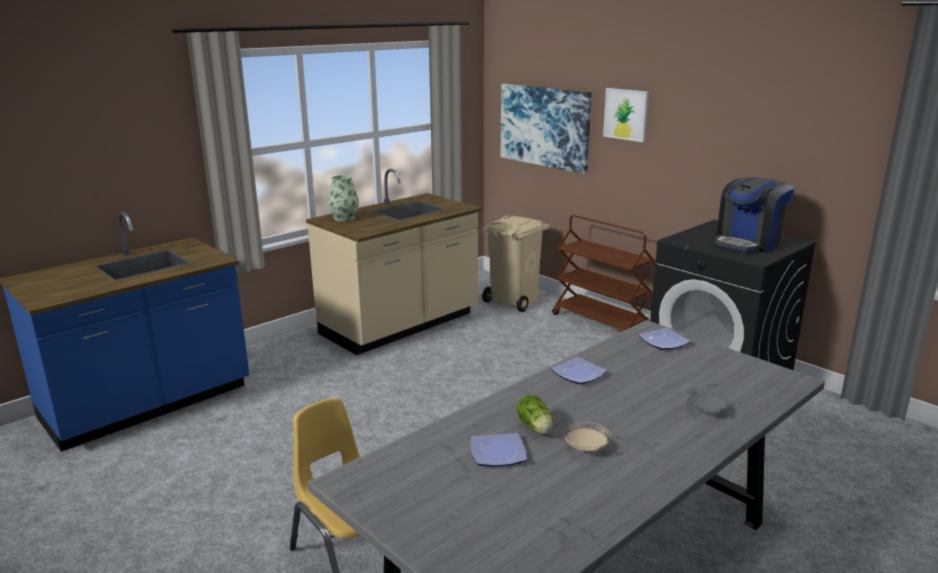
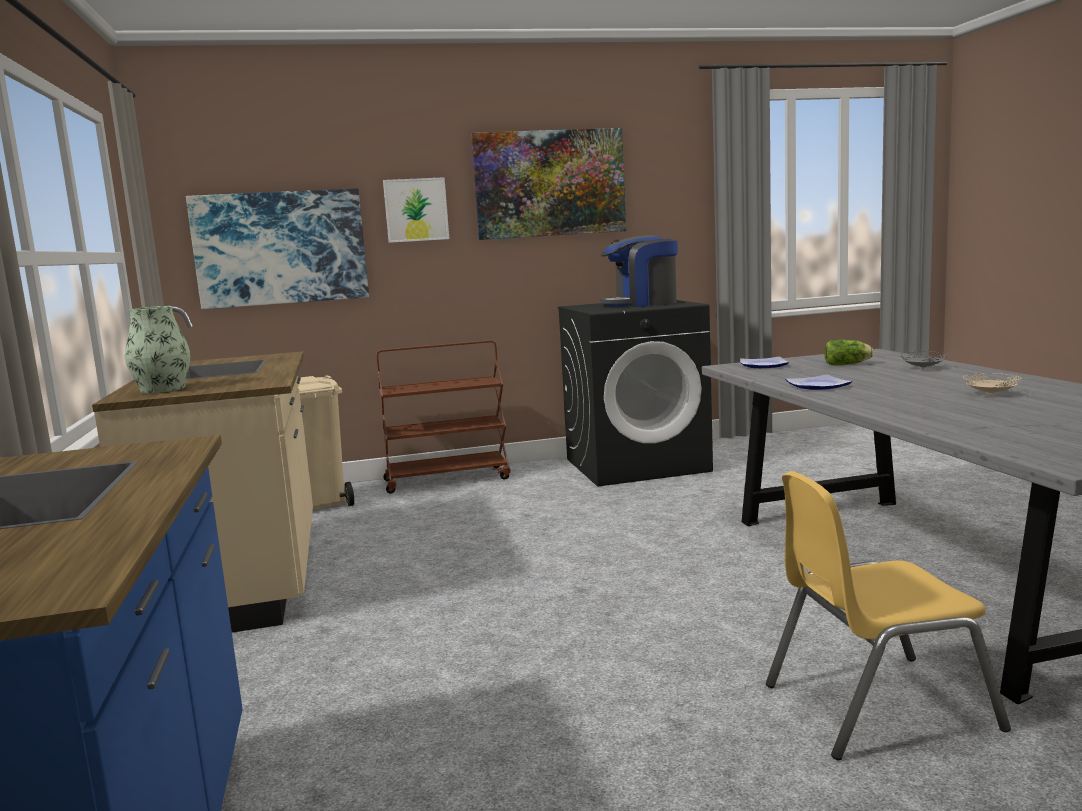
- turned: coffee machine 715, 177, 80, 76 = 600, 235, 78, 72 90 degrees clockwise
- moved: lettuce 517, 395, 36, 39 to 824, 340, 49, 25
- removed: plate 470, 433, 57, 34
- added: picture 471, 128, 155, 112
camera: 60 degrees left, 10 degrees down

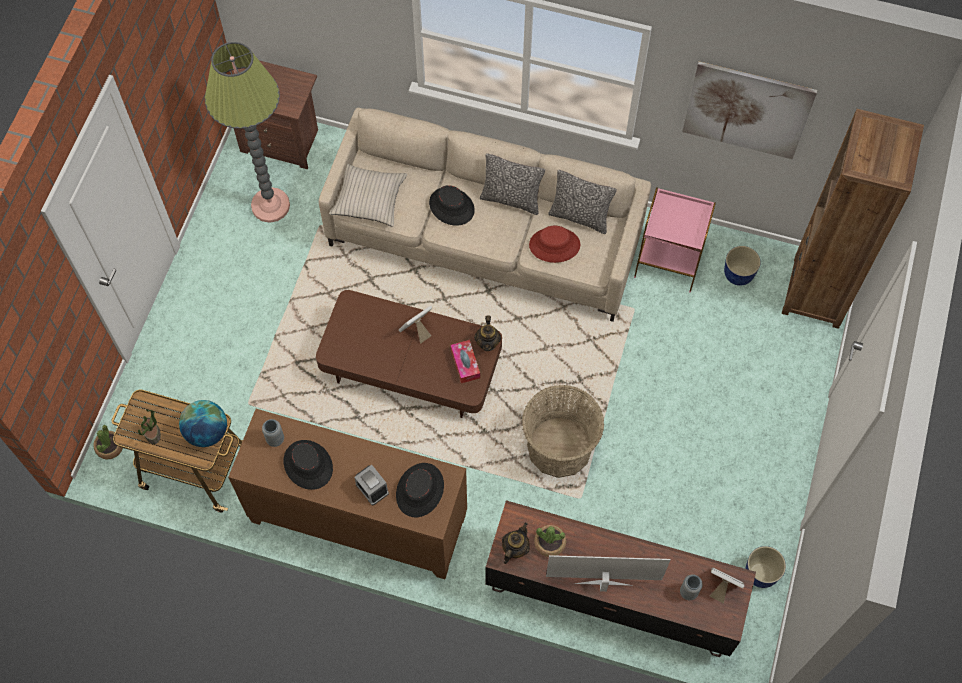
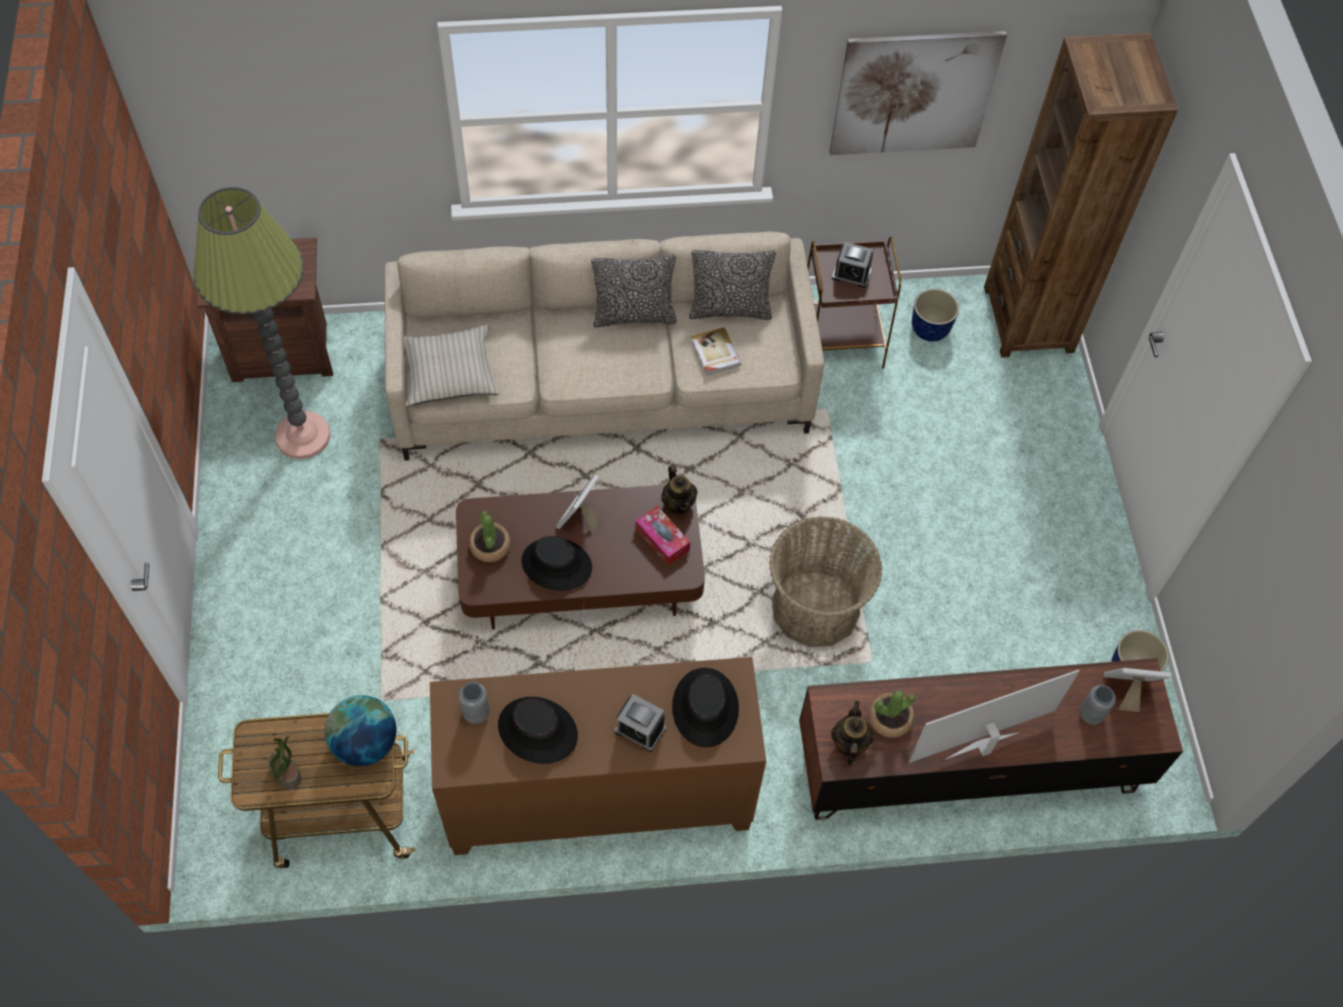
- moved: hat (black) 429, 185, 46, 41 to 521, 536, 71, 55
- recoloured: side table (pink) 634, 187, 82, 105 to side table (brown) 807, 237, 94, 132
- replaced: hat (red) 529, 226, 51, 37 to book 691, 327, 50, 48
- moved: potted plant 93, 425, 30, 35 to 469, 511, 41, 51
- added: alarm clock 832, 242, 41, 46
camera: 25 degrees left, 5 degrees down

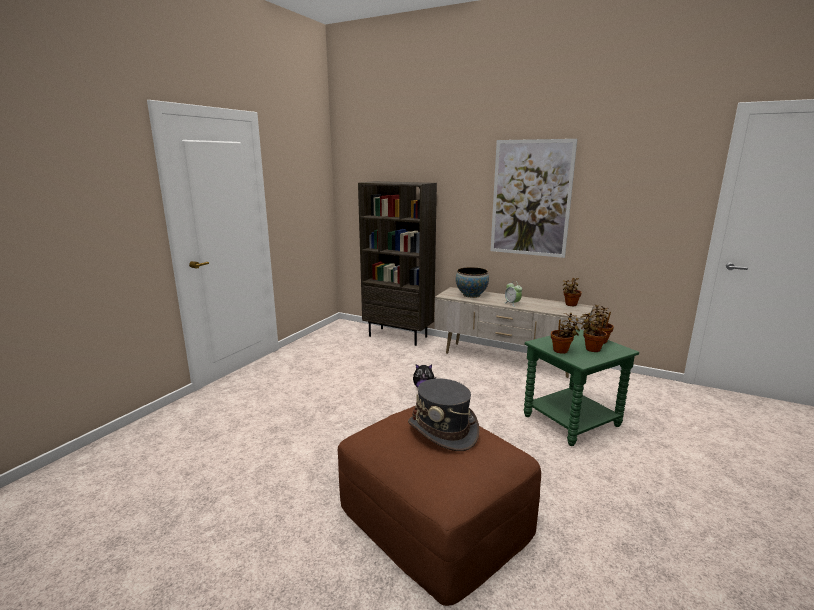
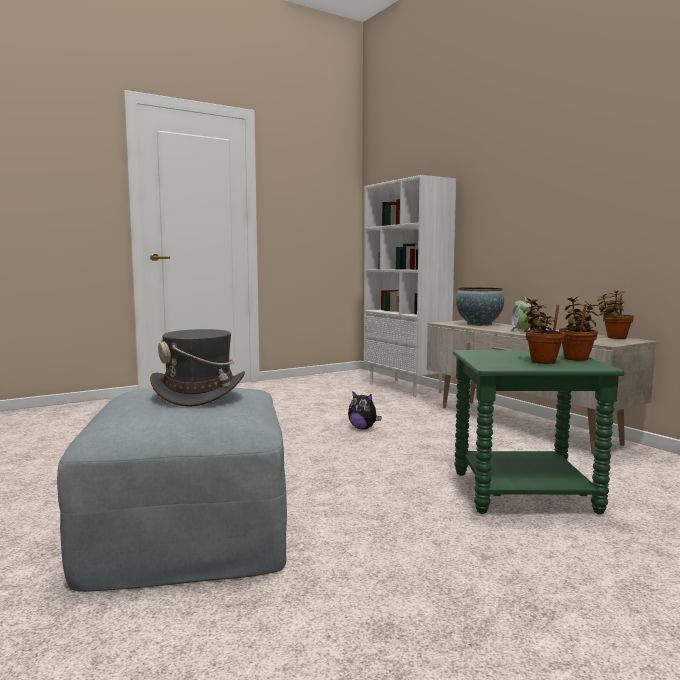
- removed: picture 491, 139, 86, 119
- recoloured: bookcase (brown) 358, 181, 79, 165 to bookcase (white) 364, 175, 92, 222
- removed: potted plant 551, 313, 32, 41
- recoloured: ottoman (brown) 338, 406, 203, 200 to ottoman (grey) 57, 387, 230, 205
camera: 30 degrees right, 10 degrees down

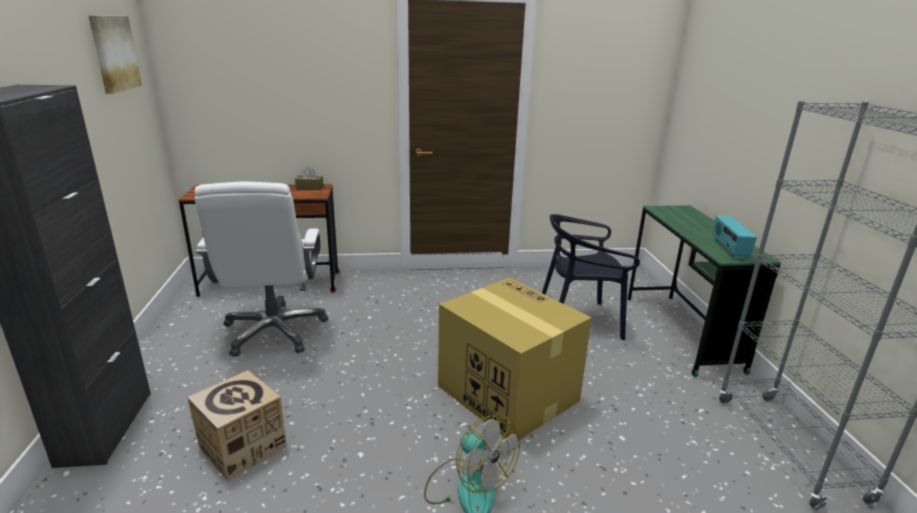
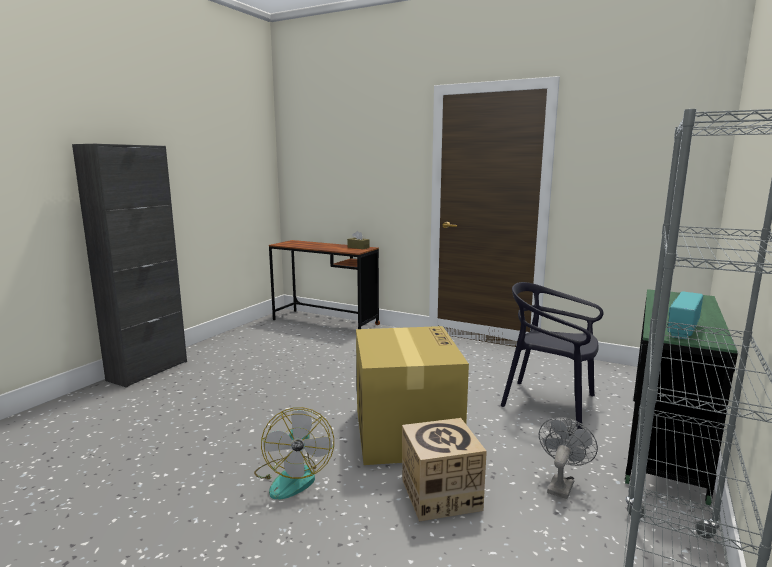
- removed: picture 89, 16, 53, 78
- removed: office chair (white) 195, 182, 133, 175
- moved: cardboard box 187, 370, 100, 111 to 402, 418, 85, 104
- added: fan (grey) 539, 417, 59, 82
camera: 35 degrees right, 10 degrees down

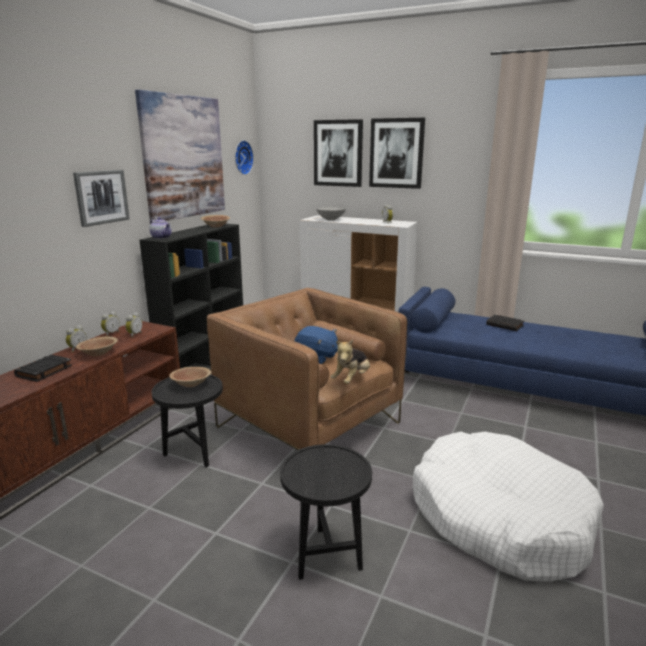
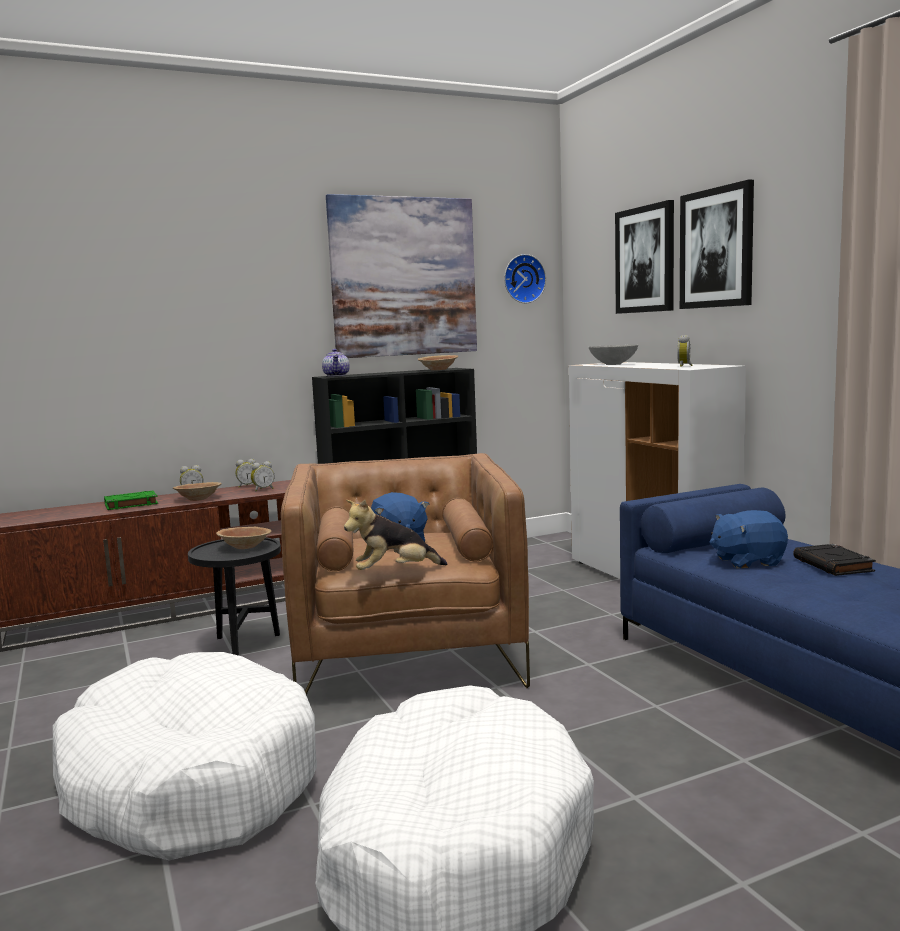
- removed: picture 73, 170, 57, 57
- recoloured: book (black) 14, 355, 58, 27 to book (green) 104, 491, 54, 19
- replaced: side table (black) 280, 444, 92, 136 to dog bed (white) 53, 652, 264, 209
- added: plush toy (blue) 710, 510, 78, 58
camera: 40 degrees right, 10 degrees down

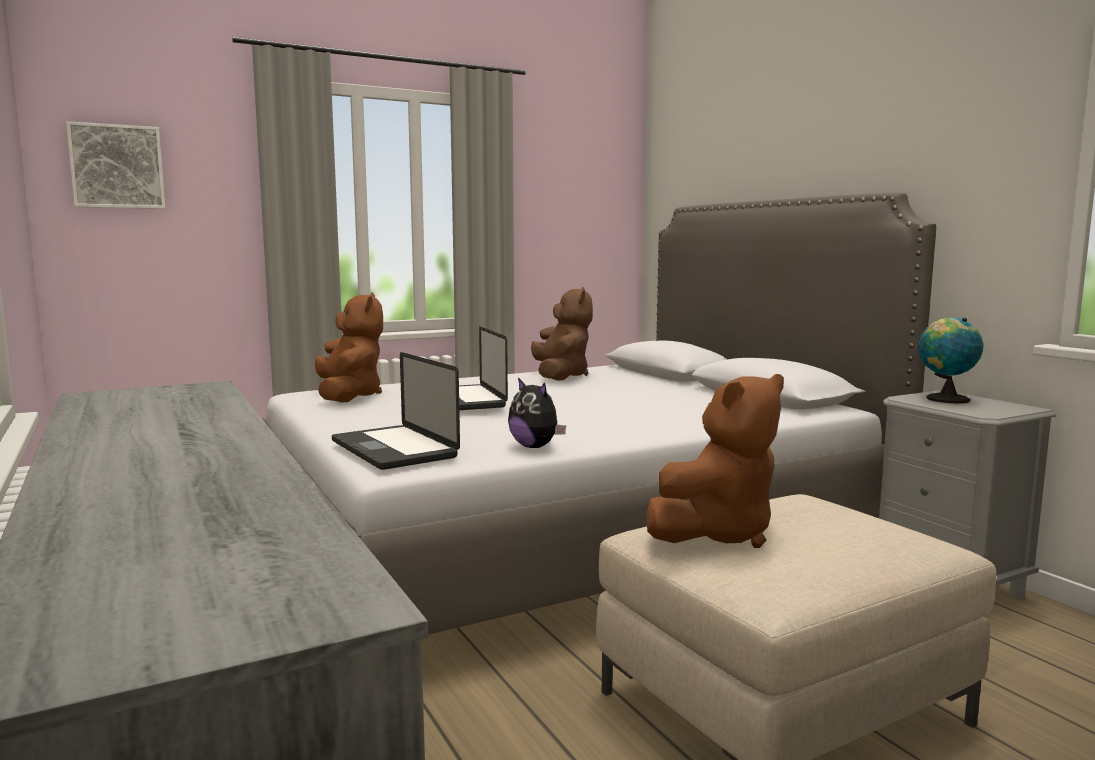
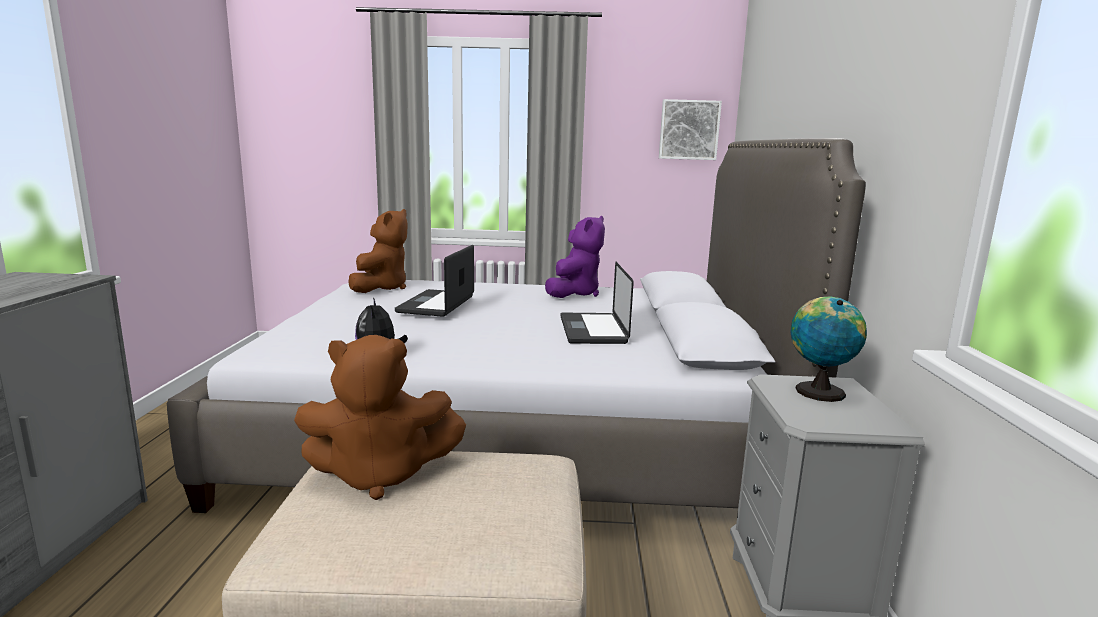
- moved: picture 66, 121, 99, 88 to 659, 99, 63, 61
- recoloured: plush toy (brown) 531, 287, 62, 94 to plush toy (purple) 545, 216, 60, 82
- moved: laptop 332, 352, 128, 118 to 560, 262, 74, 82
camera: 30 degrees right, 5 degrees up

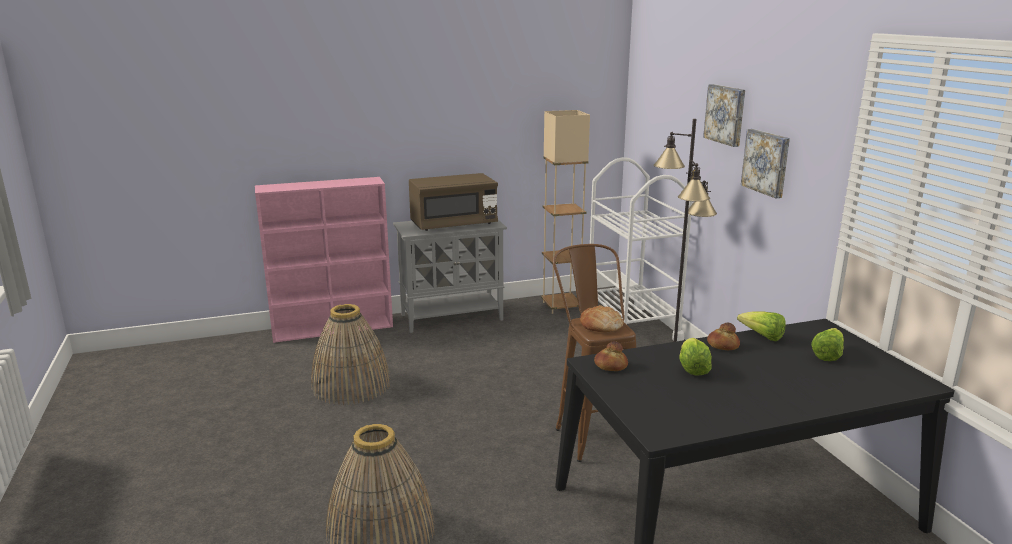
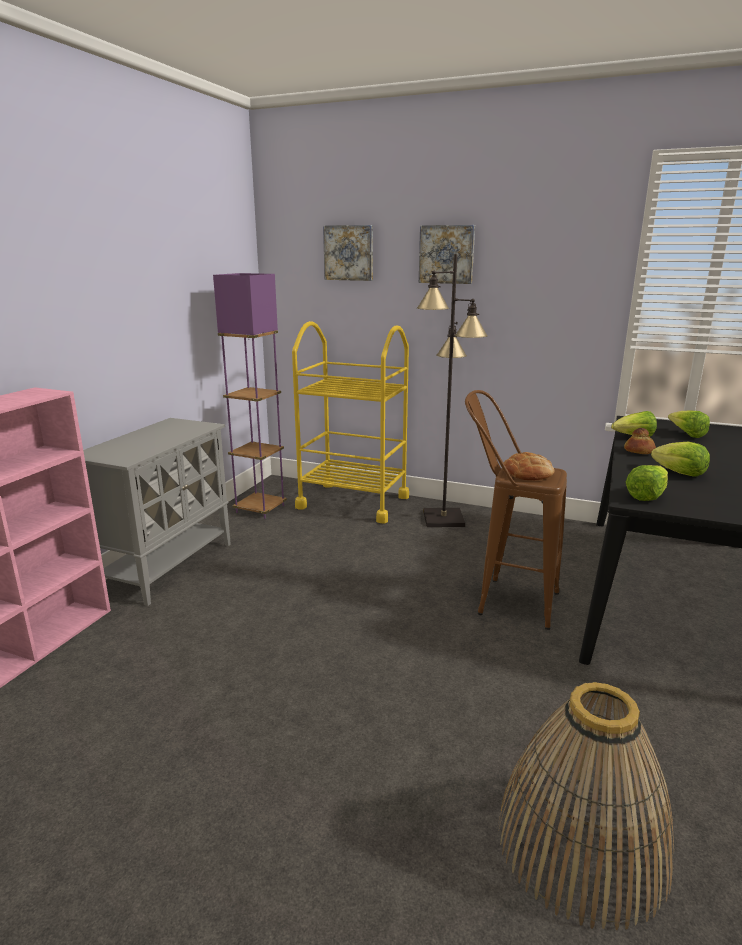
- recoloured: floor lamp (beige) 541, 110, 49, 204 to floor lamp (purple) 213, 273, 74, 246
- moved: picture 741, 129, 49, 69 to 323, 225, 50, 56
- recoloured: cart (white) 590, 157, 103, 193 to cart (yellow) 292, 321, 117, 202
- removed: microwave (brown) 409, 173, 89, 58
- removed: basket 311, 304, 79, 101
- replaced: bread 594, 341, 34, 30 to lettuce 626, 465, 42, 36
camera: 50 degrees left, 0 degrees up

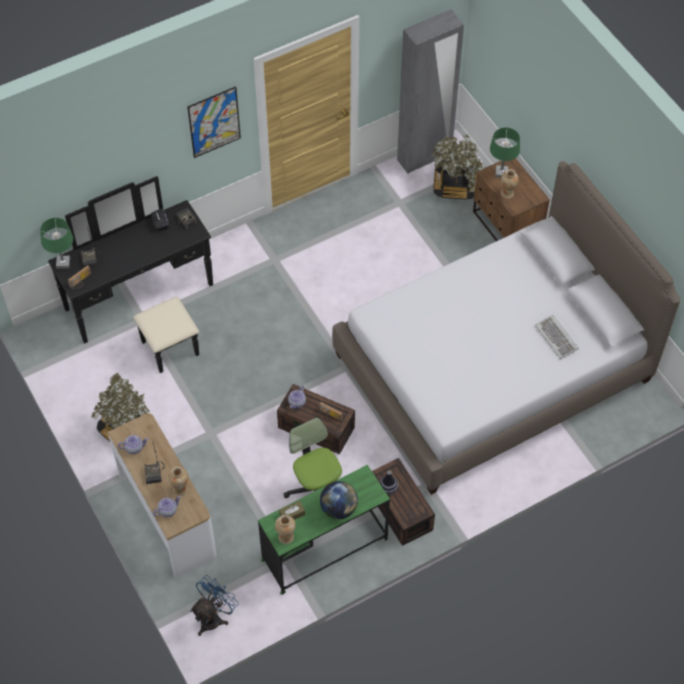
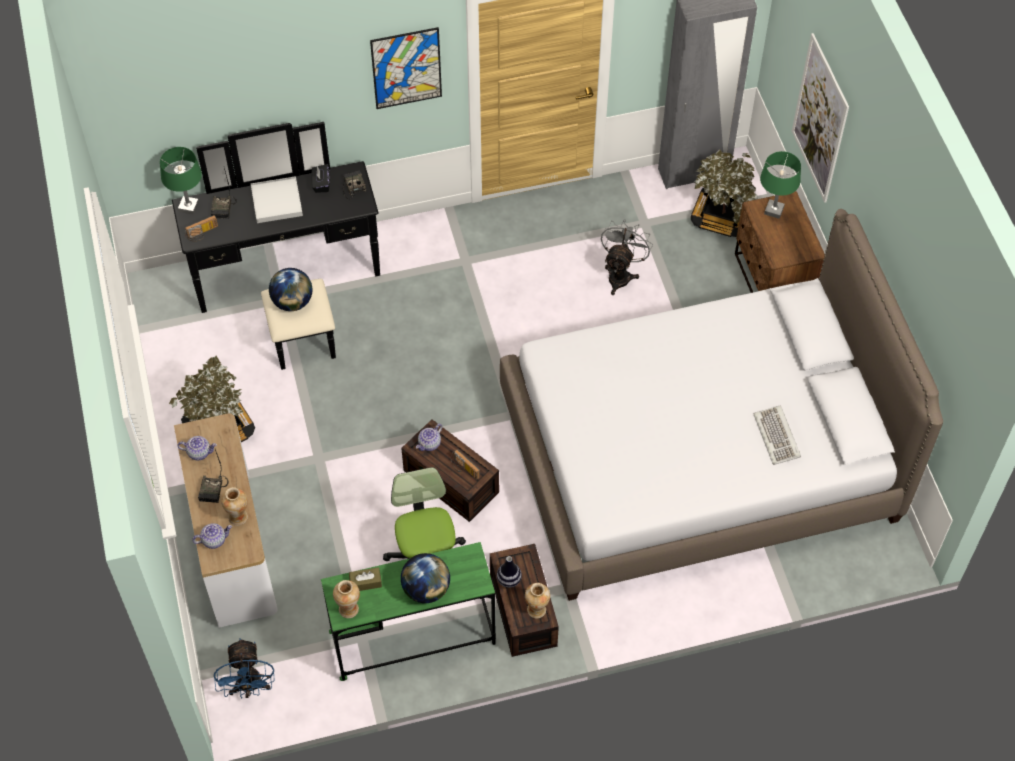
- moved: vase 501, 169, 17, 29 to 525, 583, 25, 35
- turned: fan (blue) 190, 575, 49, 61 = 214, 638, 61, 61 120 degrees clockwise
- added: picture 792, 33, 57, 170
- added: tray (white) 251, 176, 52, 47
- added: fan (grey) 601, 219, 52, 76
- added: globe 269, 268, 43, 43
camera: 15 degrees right, 0 degrees up

